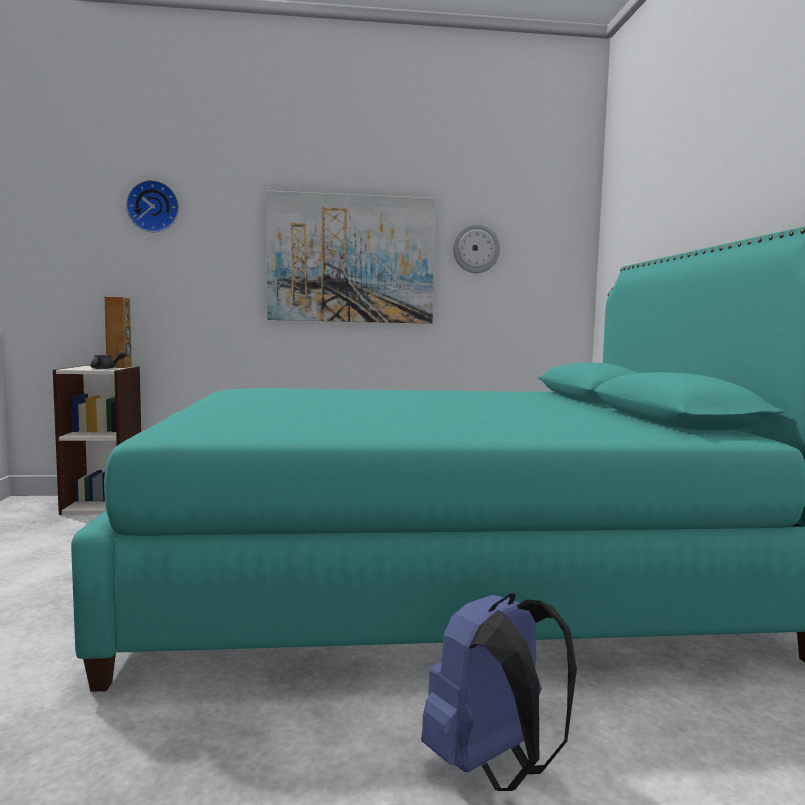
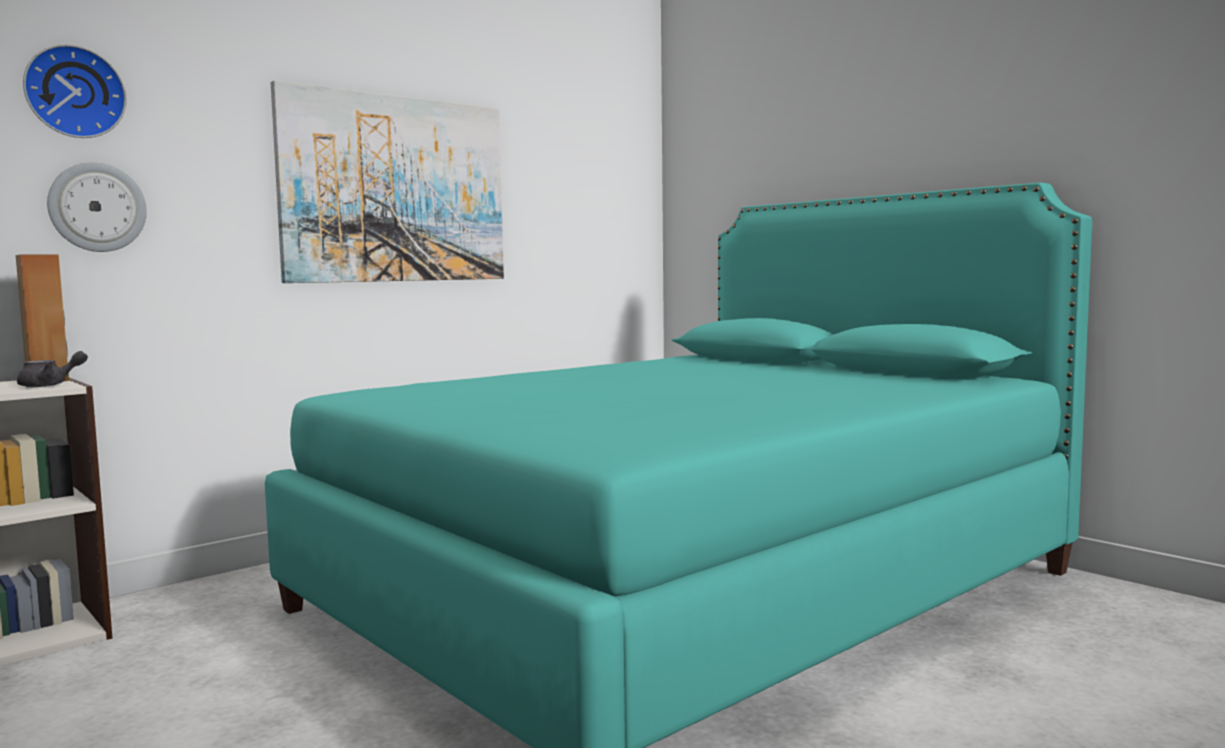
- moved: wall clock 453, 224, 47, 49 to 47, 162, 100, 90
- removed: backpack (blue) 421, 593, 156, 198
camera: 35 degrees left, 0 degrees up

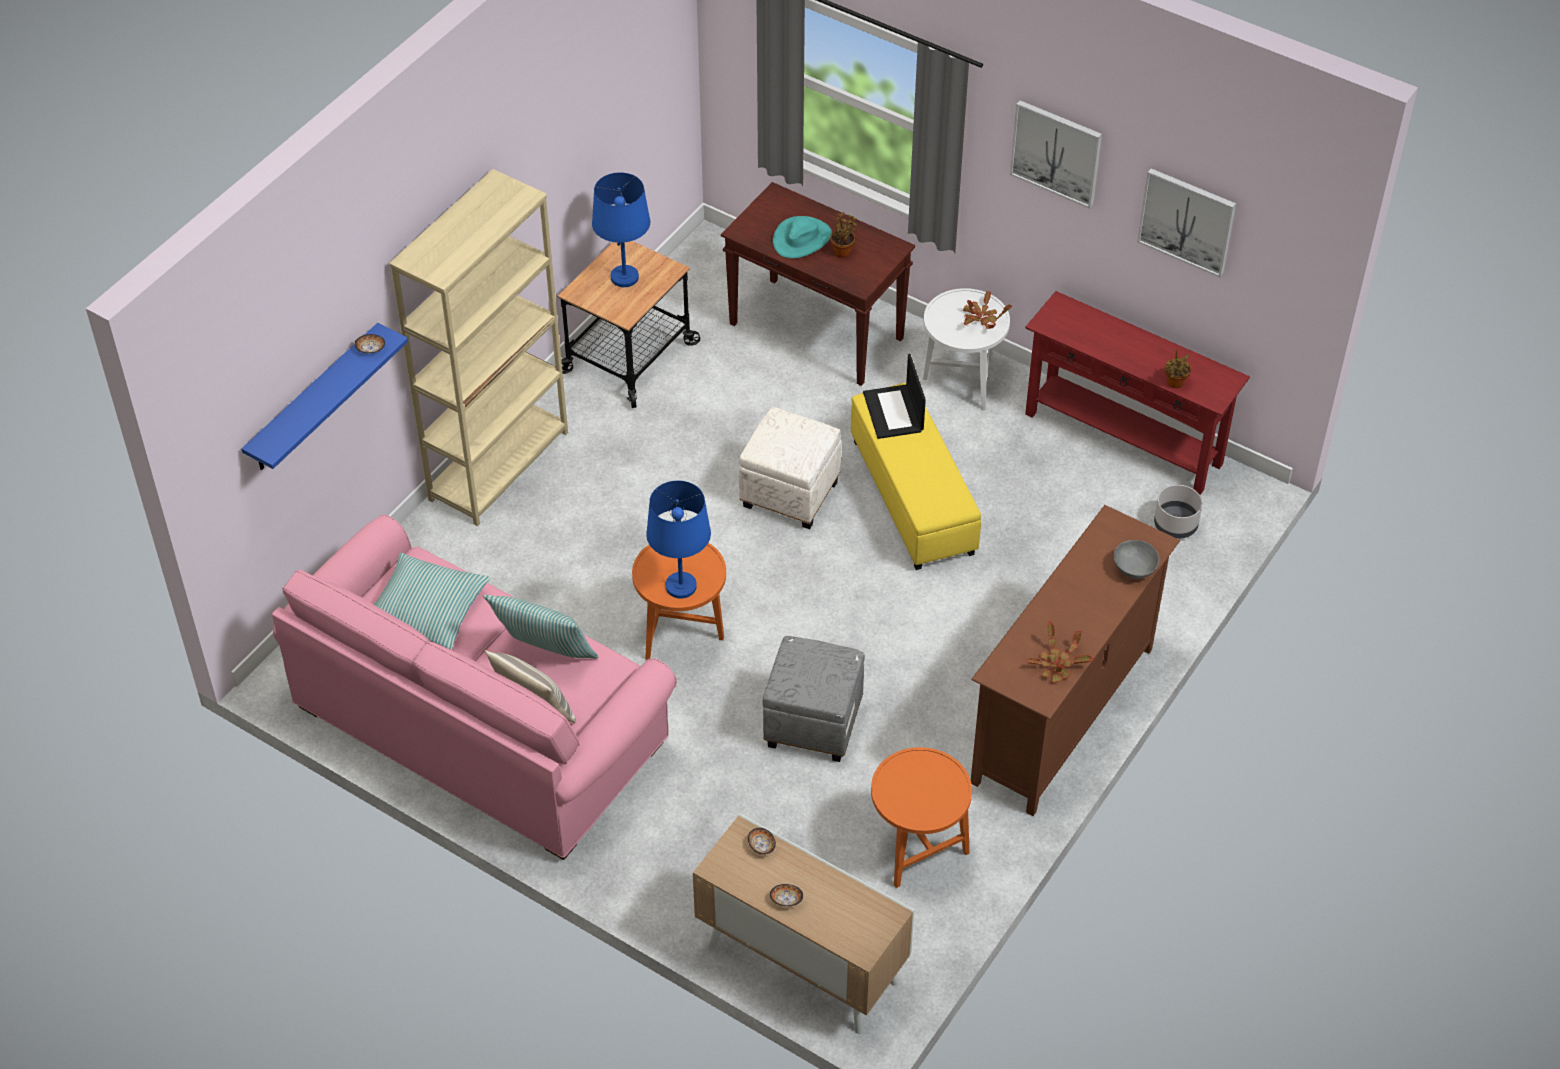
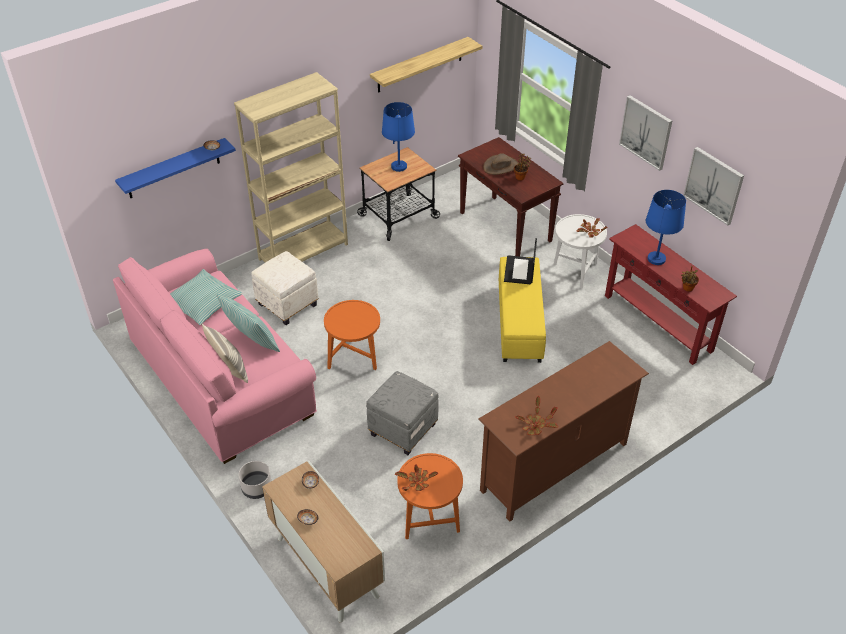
- recoloured: hat (turquoise) 773, 216, 59, 42 to hat (brown) 483, 153, 35, 22
- moved: ottoman (white) 739, 407, 103, 122 to 251, 251, 67, 74
- moved: table lamp (blue) 646, 481, 65, 118 to 646, 190, 40, 75
- moved: planter (grey) 1154, 485, 48, 54 to 239, 461, 32, 38
- removed: bowl (grey) 1113, 540, 46, 39
- added: shelf 370, 37, 113, 56
- added: potted plant 395, 464, 43, 27
camera: 20 degrees right, 5 degrees down

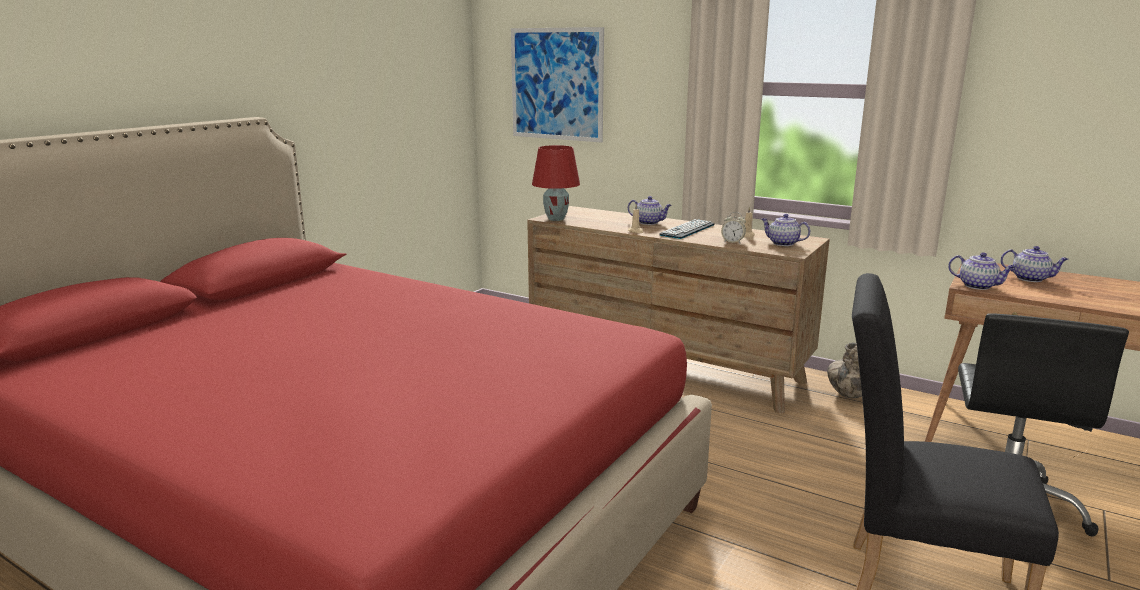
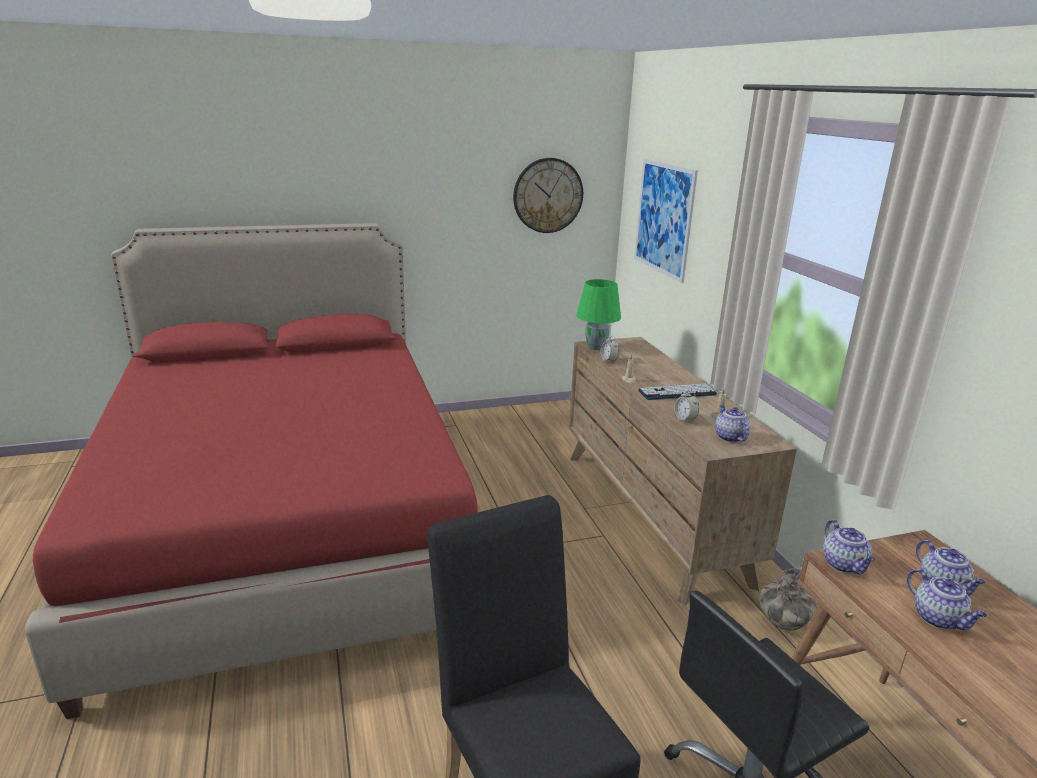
- recoloured: table lamp (red) 532, 145, 48, 76 to table lamp (green) 576, 279, 45, 71
- moved: teapot 628, 196, 44, 29 to 907, 569, 80, 61
- added: wall clock 513, 158, 70, 75
- added: alarm clock 600, 336, 19, 27
camera: 40 degrees right, 5 degrees up

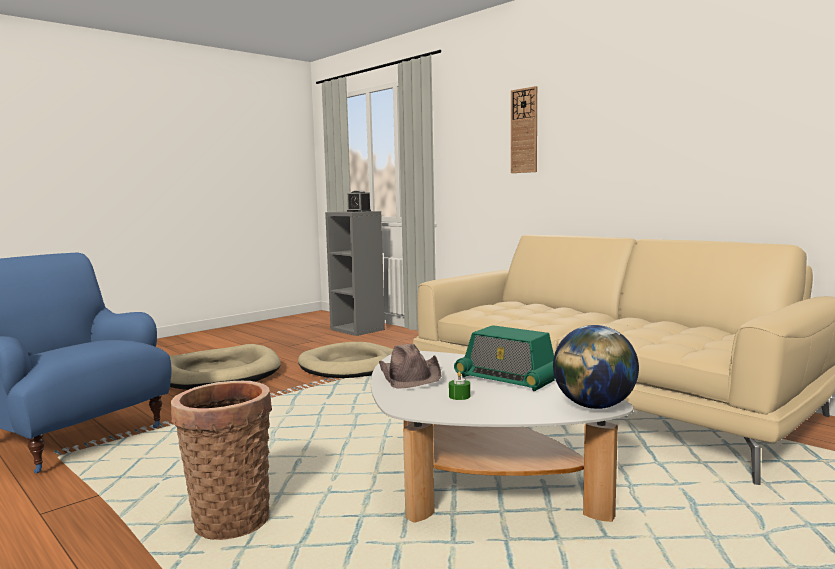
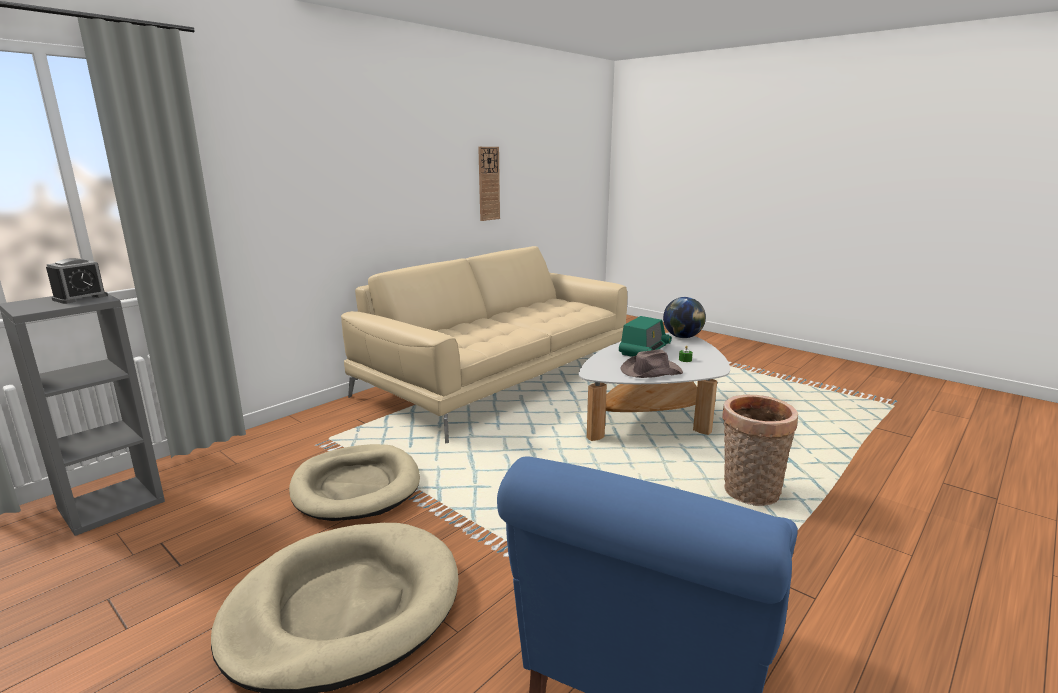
- moved: wall clock 511, 86, 26, 87 to 478, 147, 22, 74
camera: 95 degrees left, 10 degrees up

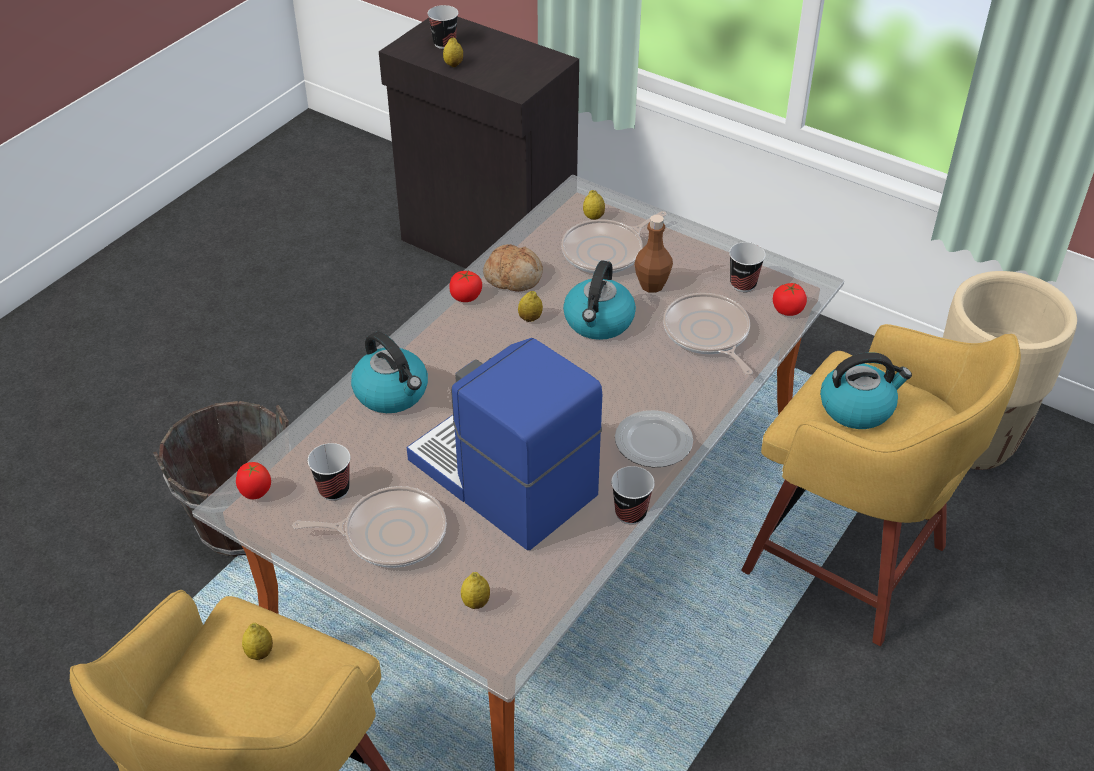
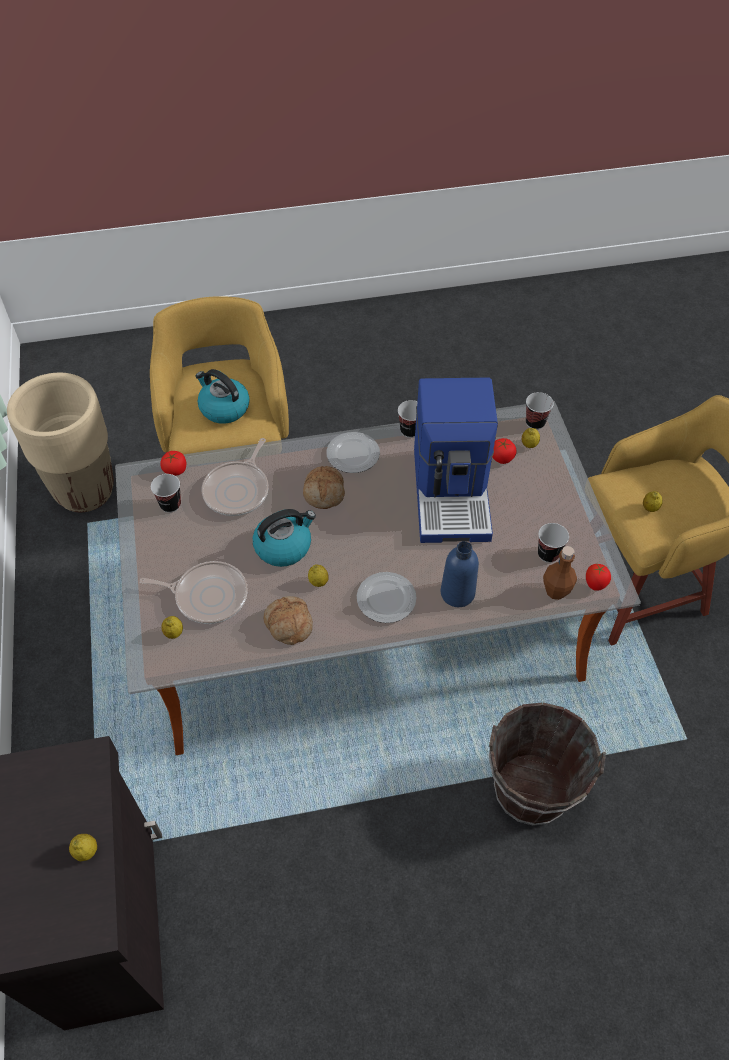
- moved: cup 428, 5, 30, 44 to 526, 392, 28, 38
- moved: bottle (brown) 634, 215, 39, 78 to 543, 546, 34, 54
- moved: tomato 450, 271, 32, 31 to 492, 438, 24, 26
- replaced: kettle 351, 332, 77, 81 to bottle (blue) 441, 541, 38, 66
- removed: frying pan 292, 486, 155, 82
- added: bread 303, 466, 42, 43
- added: plate 357, 572, 59, 51
camera: 135 degrees left, 10 degrees up

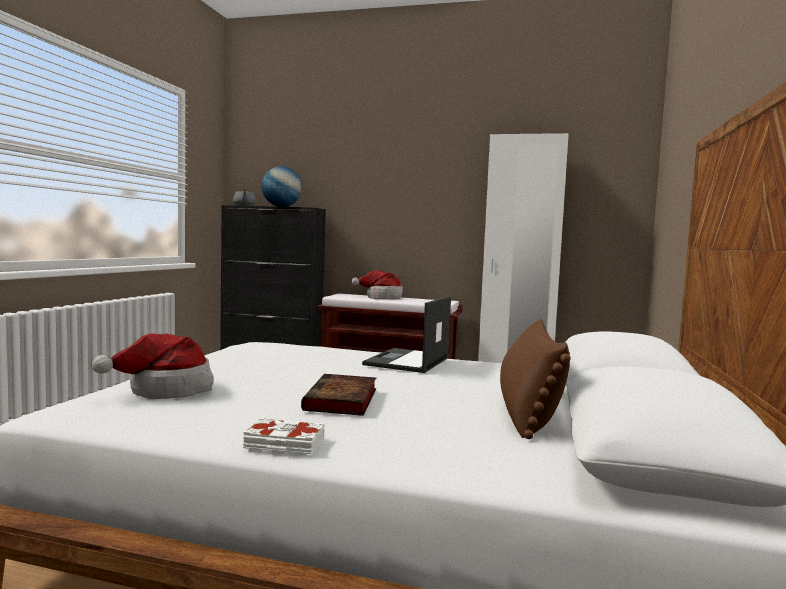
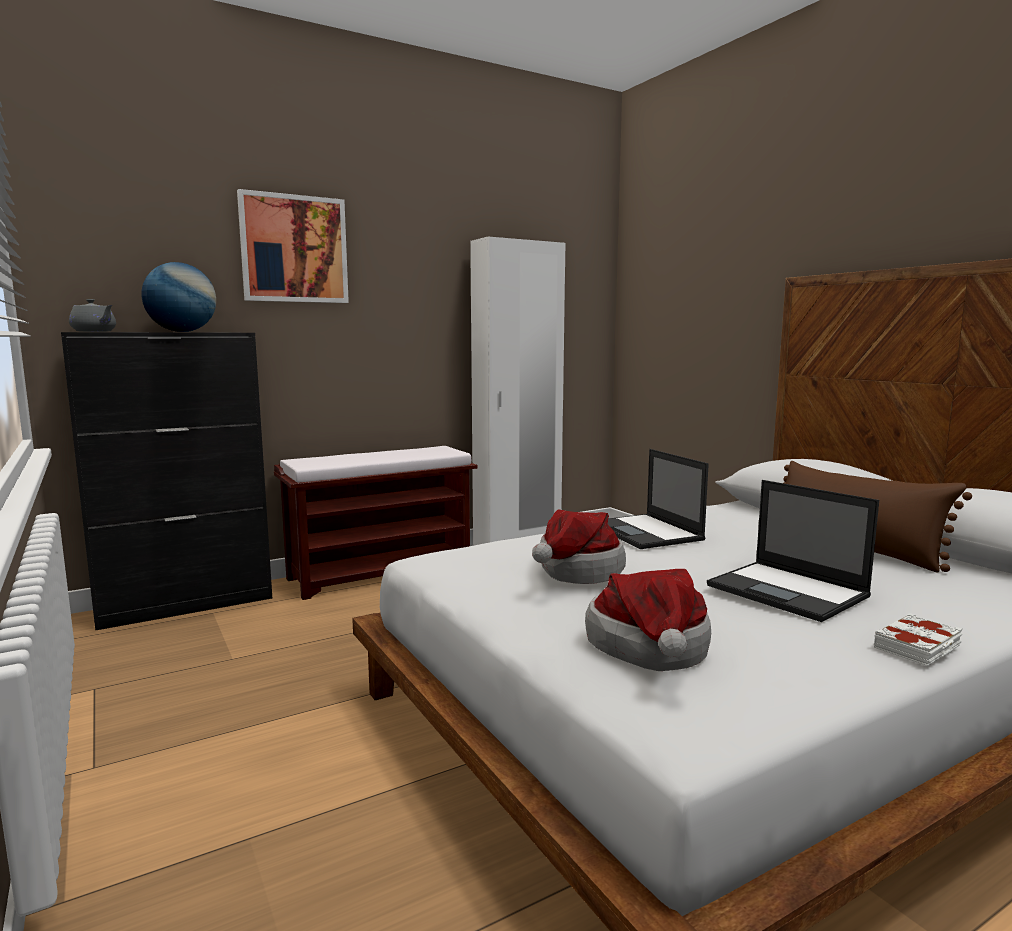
- moved: hat 351, 270, 52, 29 to 532, 509, 94, 75
- replaced: book 301, 374, 75, 42 to laptop 707, 480, 172, 142
- added: picture 237, 189, 112, 114
camera: 45 degrees left, 5 degrees up

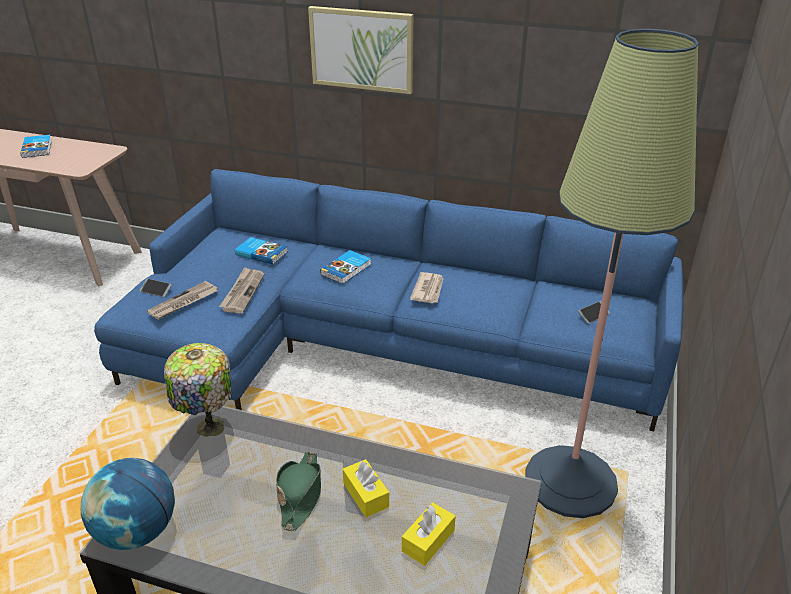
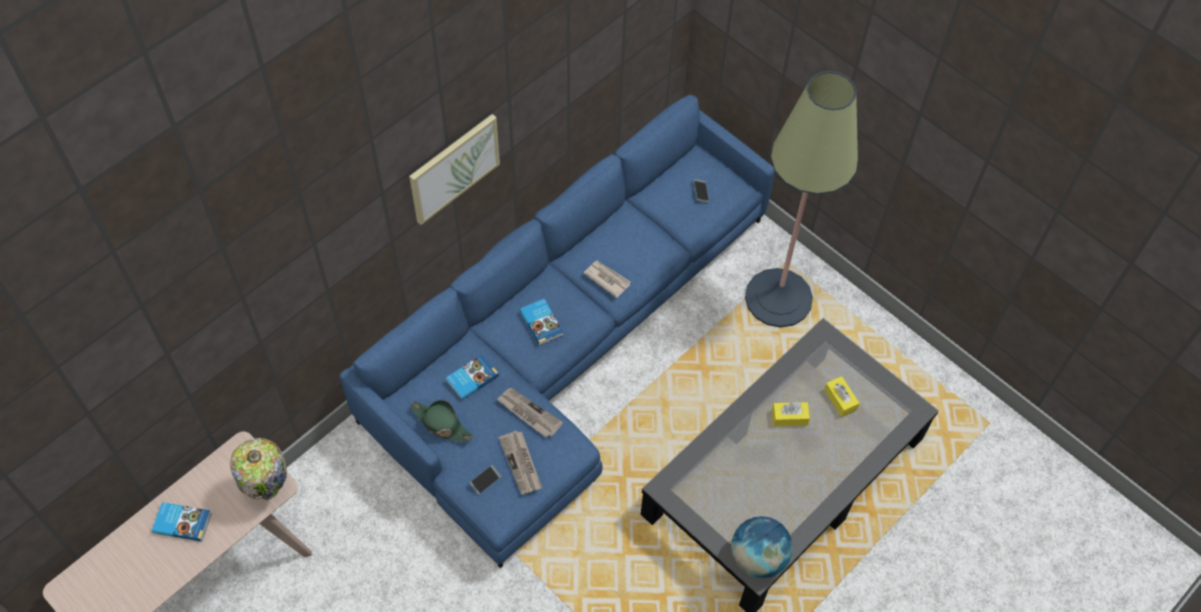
- moved: table lamp 164, 343, 69, 94 to 230, 438, 57, 62
- moved: hat (green) 276, 451, 45, 80 to 410, 400, 63, 42
camera: 65 degrees left, 25 degrees up

